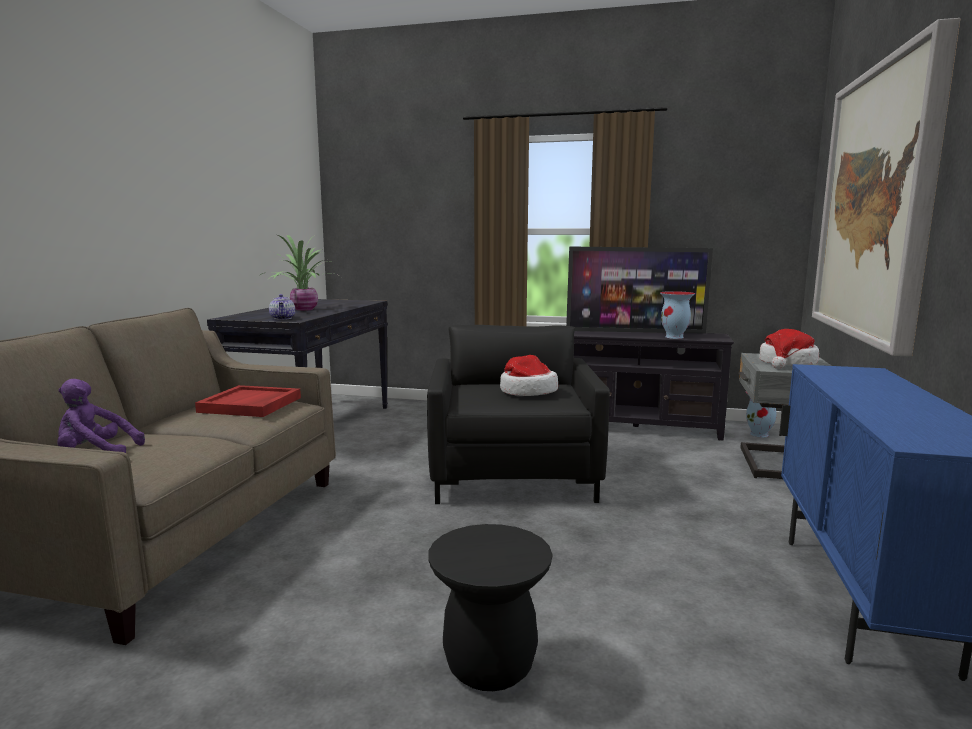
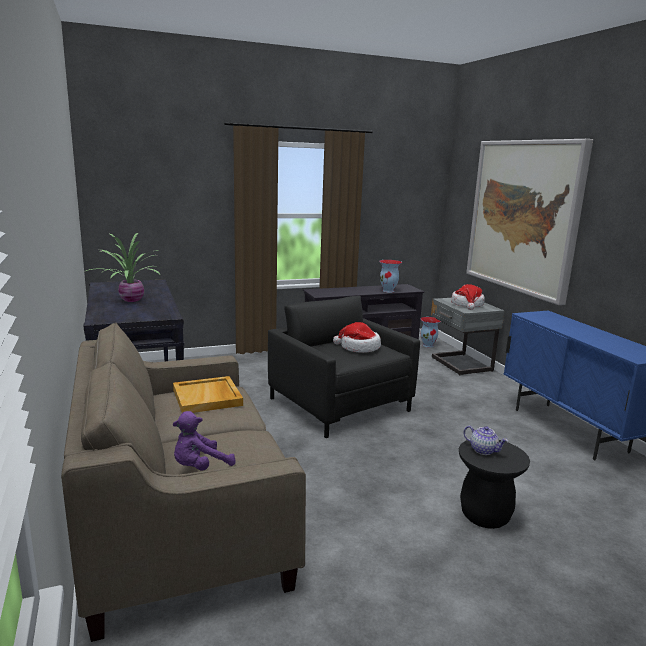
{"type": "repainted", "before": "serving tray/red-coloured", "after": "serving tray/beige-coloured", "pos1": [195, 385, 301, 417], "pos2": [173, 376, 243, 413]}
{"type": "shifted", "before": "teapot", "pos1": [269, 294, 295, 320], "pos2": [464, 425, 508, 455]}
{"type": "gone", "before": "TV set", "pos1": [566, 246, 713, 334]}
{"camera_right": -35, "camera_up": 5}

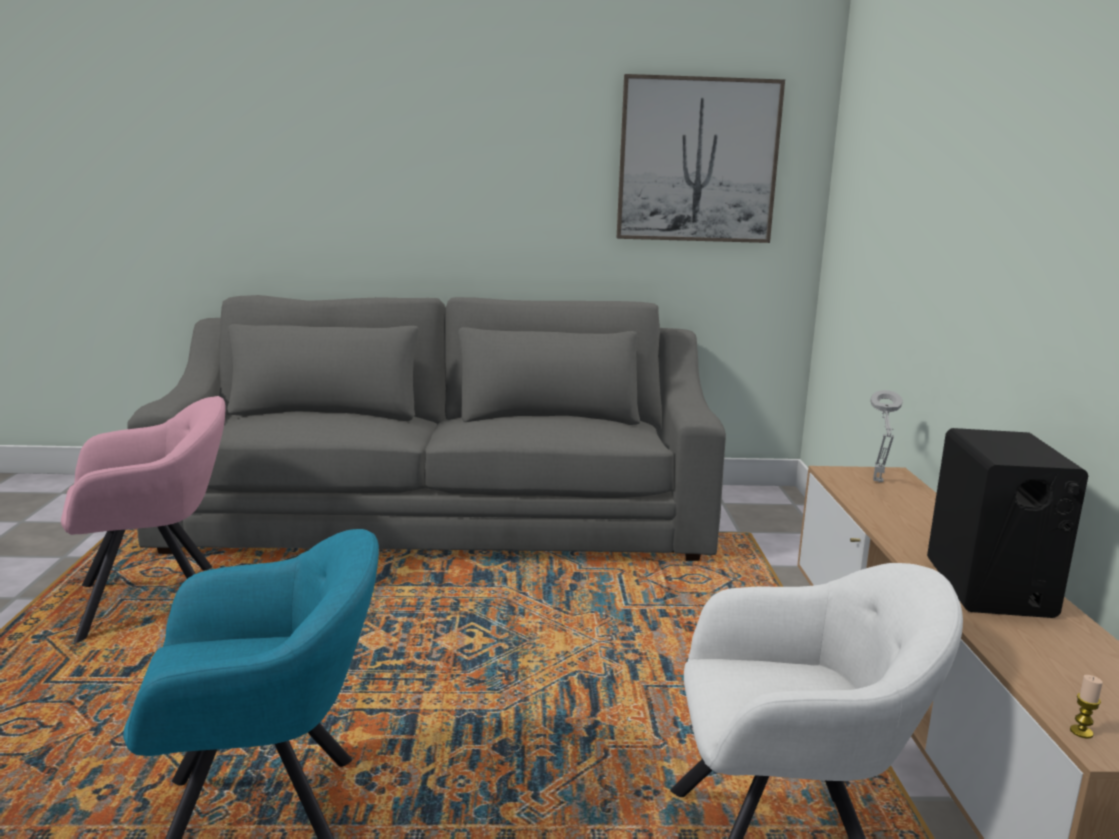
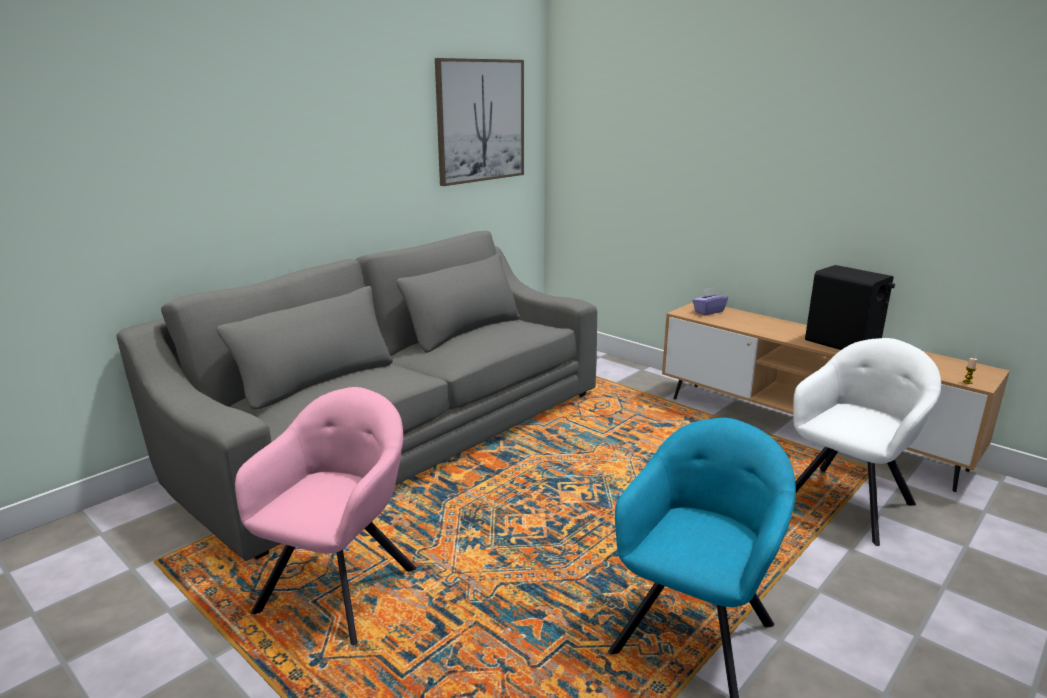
{"type": "swapped", "before": "lamp for a table/gray", "after": "tissue box/purple-coloured", "pos1": [870, 390, 903, 482], "pos2": [692, 287, 728, 315]}
{"camera_right": -45, "camera_up": 5}

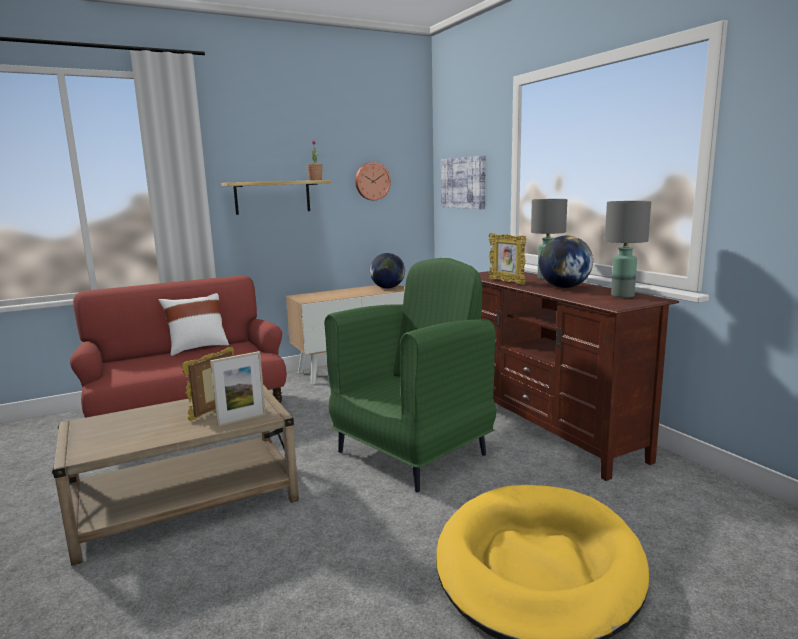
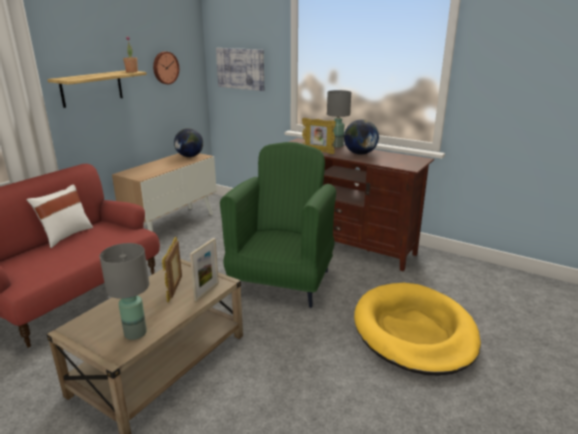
{"type": "shifted", "before": "lamp for a table/gray", "pos1": [605, 201, 651, 298], "pos2": [100, 243, 149, 340]}
{"camera_right": -30, "camera_up": 10}

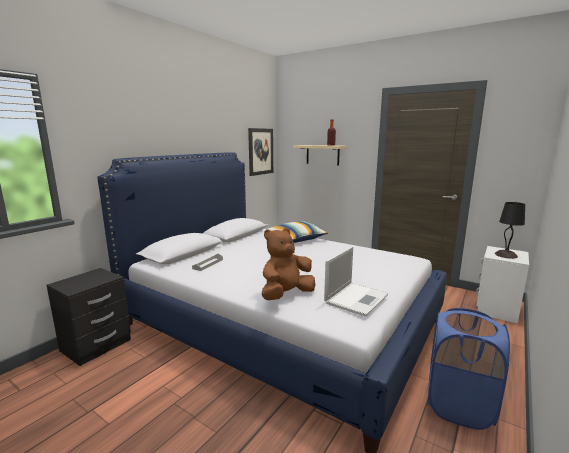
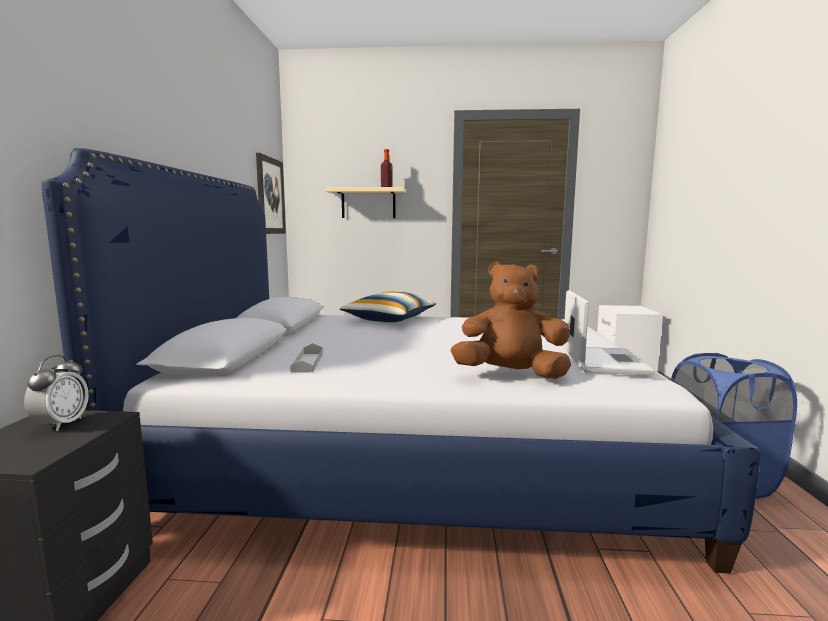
{"type": "new", "after": "bedside clock", "pos2": [24, 355, 89, 431]}
{"type": "rotated", "before": "soft toy/brown", "pos1": [262, 228, 315, 300], "pos2": [451, 262, 571, 379], "turn": 75}
{"type": "gone", "before": "lamp for a table/black", "pos1": [495, 201, 525, 259]}
{"camera_right": -30, "camera_up": -5}

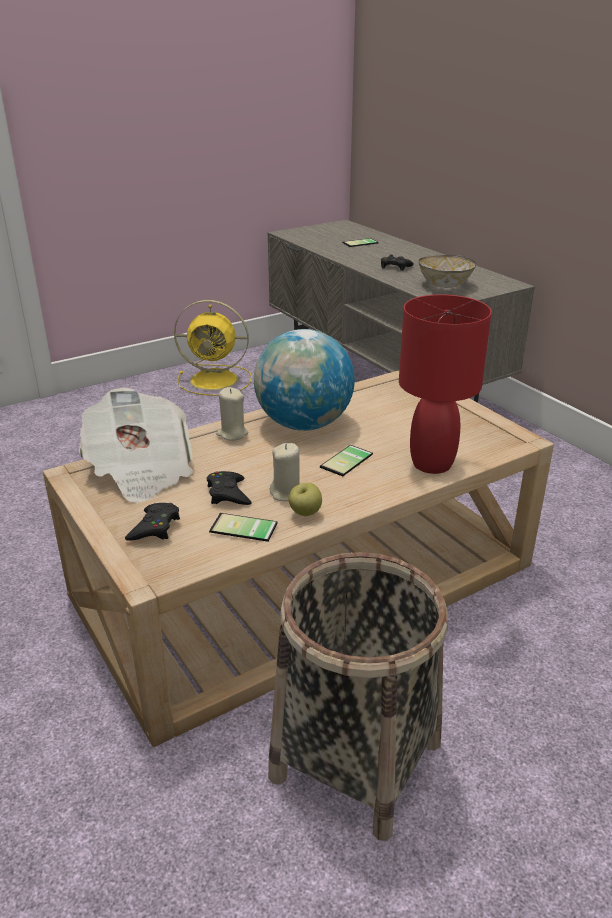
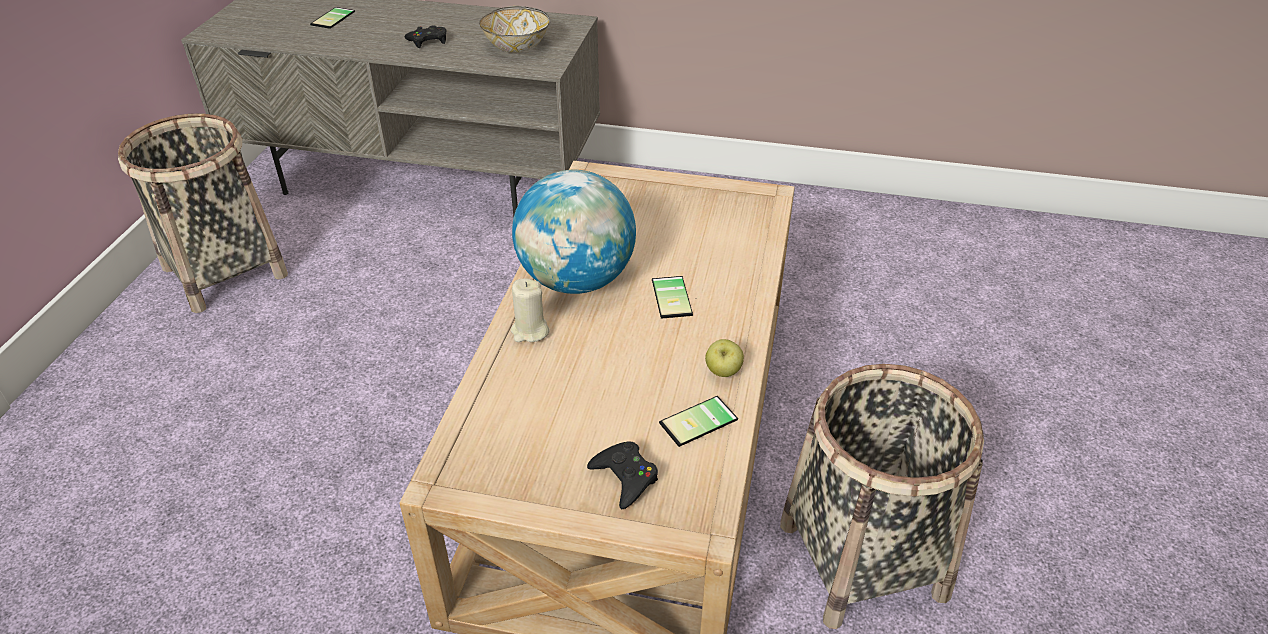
{"type": "swapped", "before": "electric fan/yellow", "after": "household basket", "pos1": [174, 300, 252, 396], "pos2": [118, 113, 288, 313]}
{"type": "gone", "before": "printed paper", "pos1": [79, 387, 193, 503]}
{"type": "gone", "before": "joypad/black", "pos1": [207, 471, 252, 505]}
{"type": "gone", "before": "wax candle/beige-coloured", "pos1": [270, 443, 300, 501]}
{"type": "gone", "before": "lamp for a table/red-coloured", "pos1": [399, 294, 492, 474]}
{"camera_right": -45, "camera_up": 10}

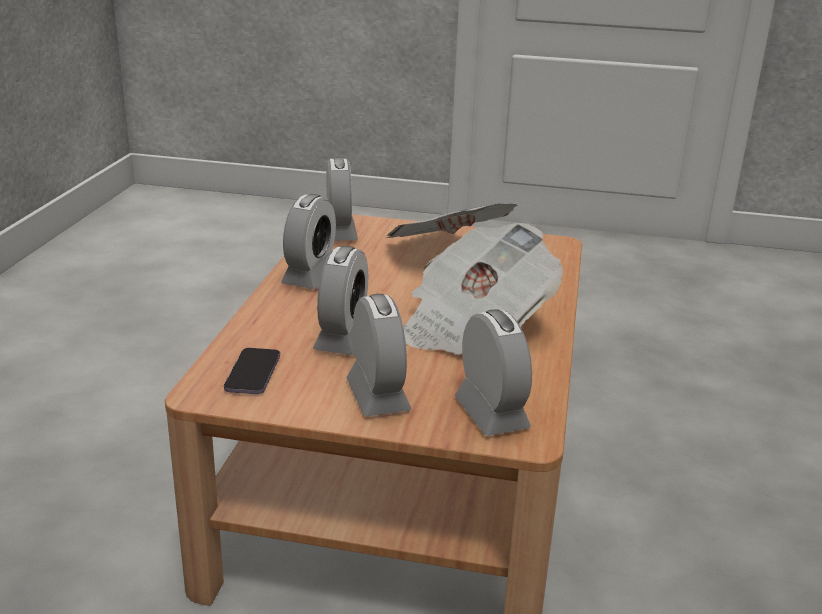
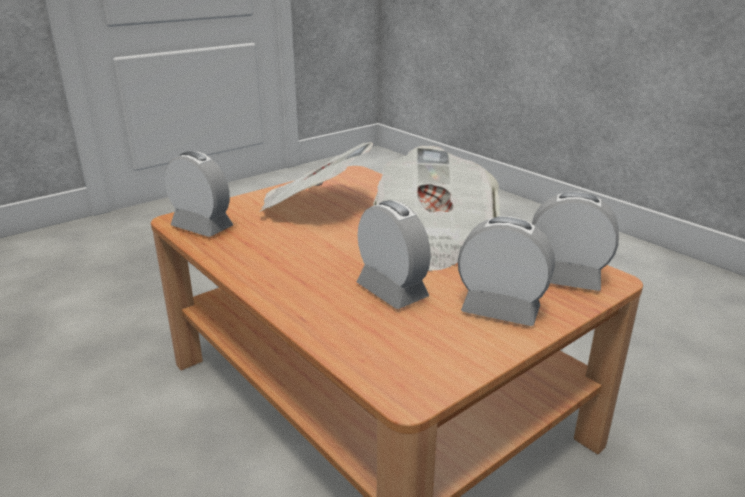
{"type": "gone", "before": "telephone", "pos1": [224, 348, 280, 394]}
{"type": "gone", "before": "bedside clock", "pos1": [281, 194, 336, 289]}
{"camera_right": -50, "camera_up": 0}

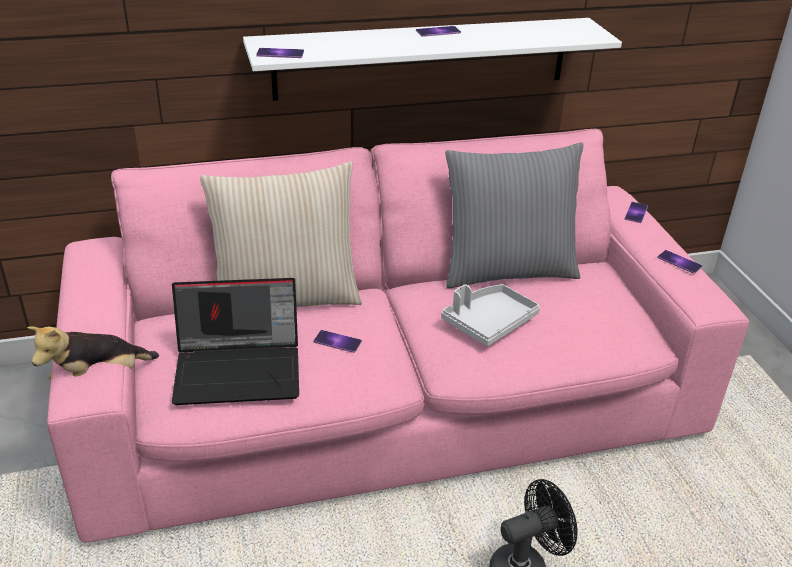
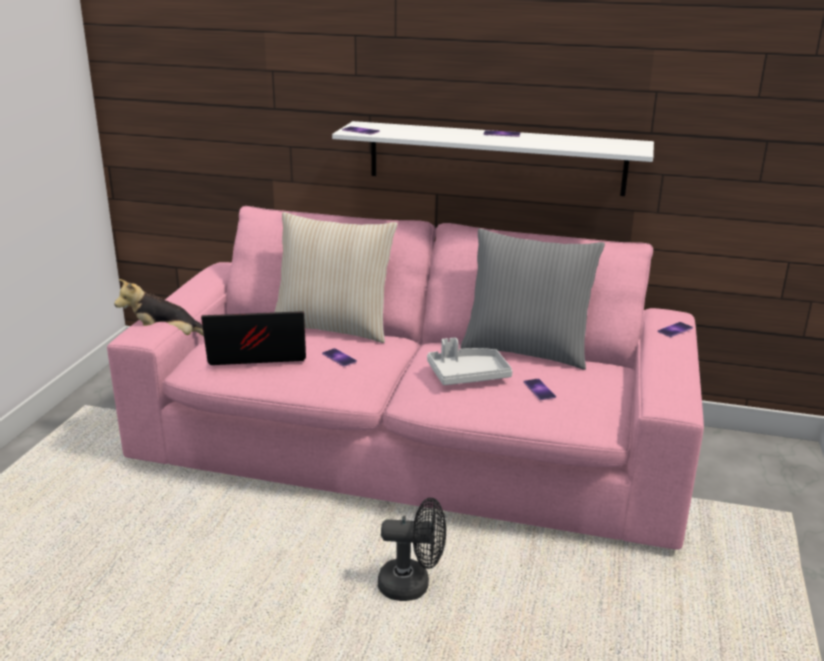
{"type": "rotated", "before": "portable computer", "pos1": [172, 278, 299, 405], "pos2": [201, 311, 306, 365], "turn": 150}
{"type": "shifted", "before": "telephone", "pos1": [657, 250, 702, 274], "pos2": [523, 379, 556, 400]}
{"camera_right": 30, "camera_up": -10}

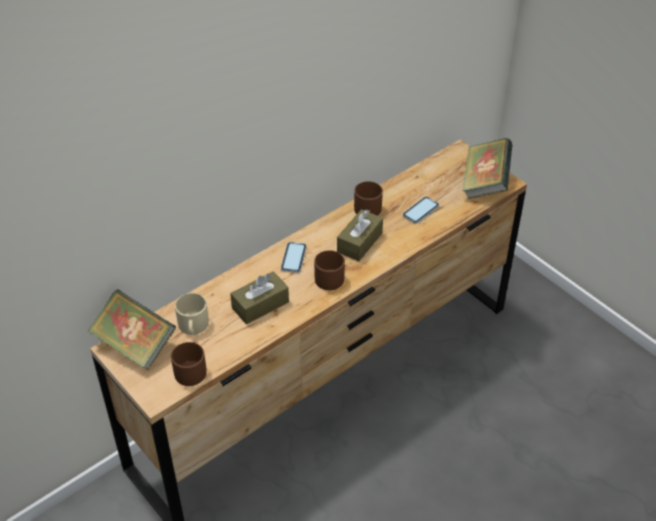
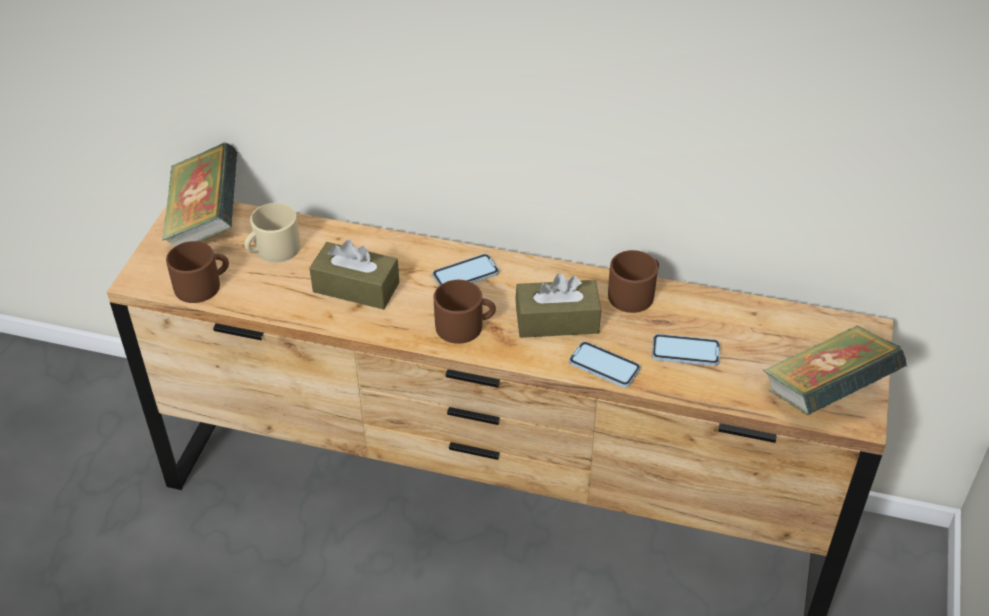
{"type": "new", "after": "telephone", "pos2": [569, 341, 641, 388]}
{"camera_right": 55, "camera_up": 0}

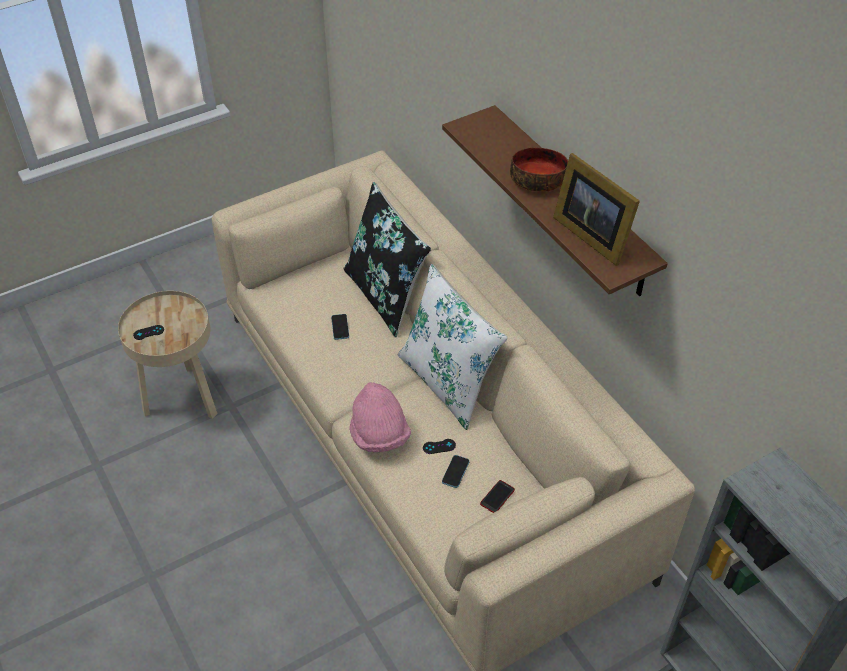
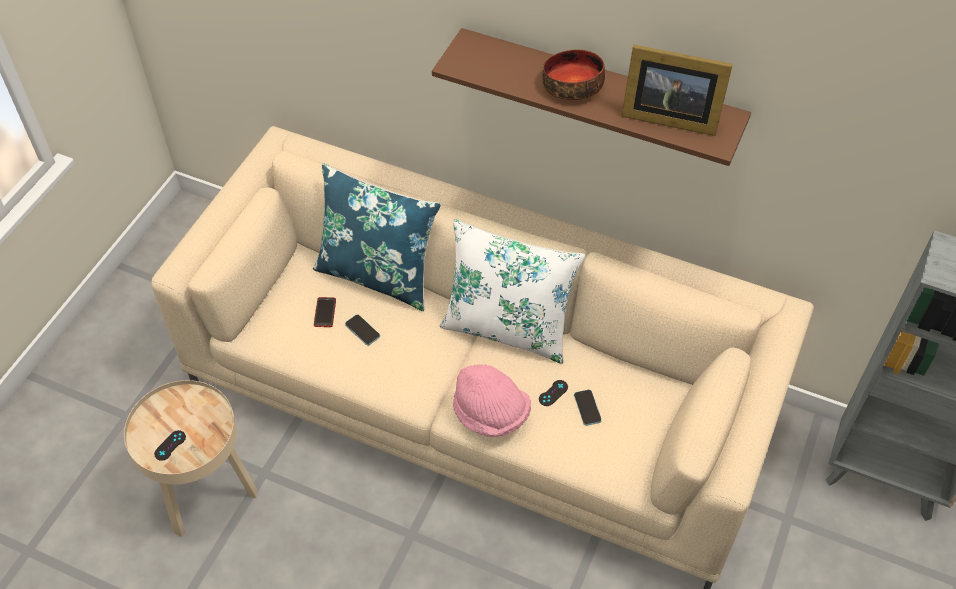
{"type": "repainted", "before": "throw pillow/black", "after": "throw pillow/blue-coloured", "pos1": [344, 182, 431, 337], "pos2": [313, 163, 441, 311]}
{"type": "shifted", "before": "telephone", "pos1": [480, 480, 515, 513], "pos2": [314, 297, 336, 327]}
{"camera_right": -35, "camera_up": 5}

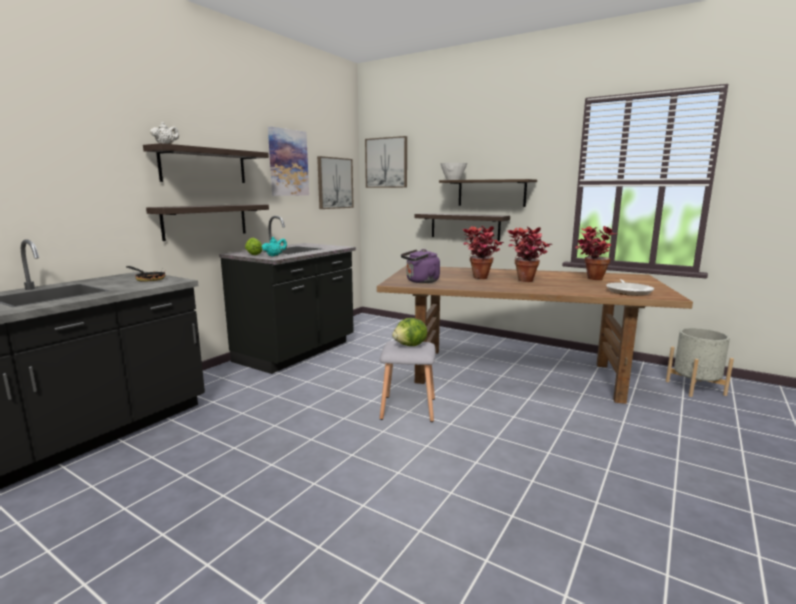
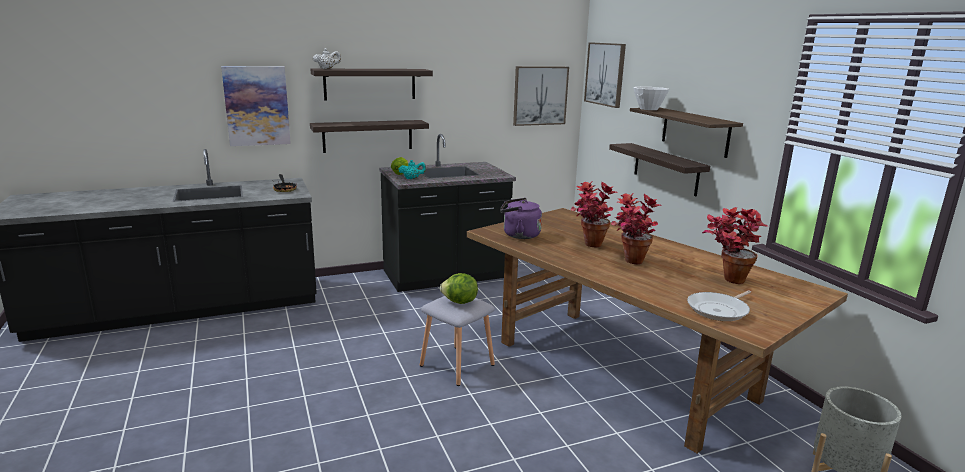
{"type": "shifted", "before": "wall picture", "pos1": [268, 127, 309, 196], "pos2": [221, 66, 291, 146]}
{"camera_right": 35, "camera_up": 5}

